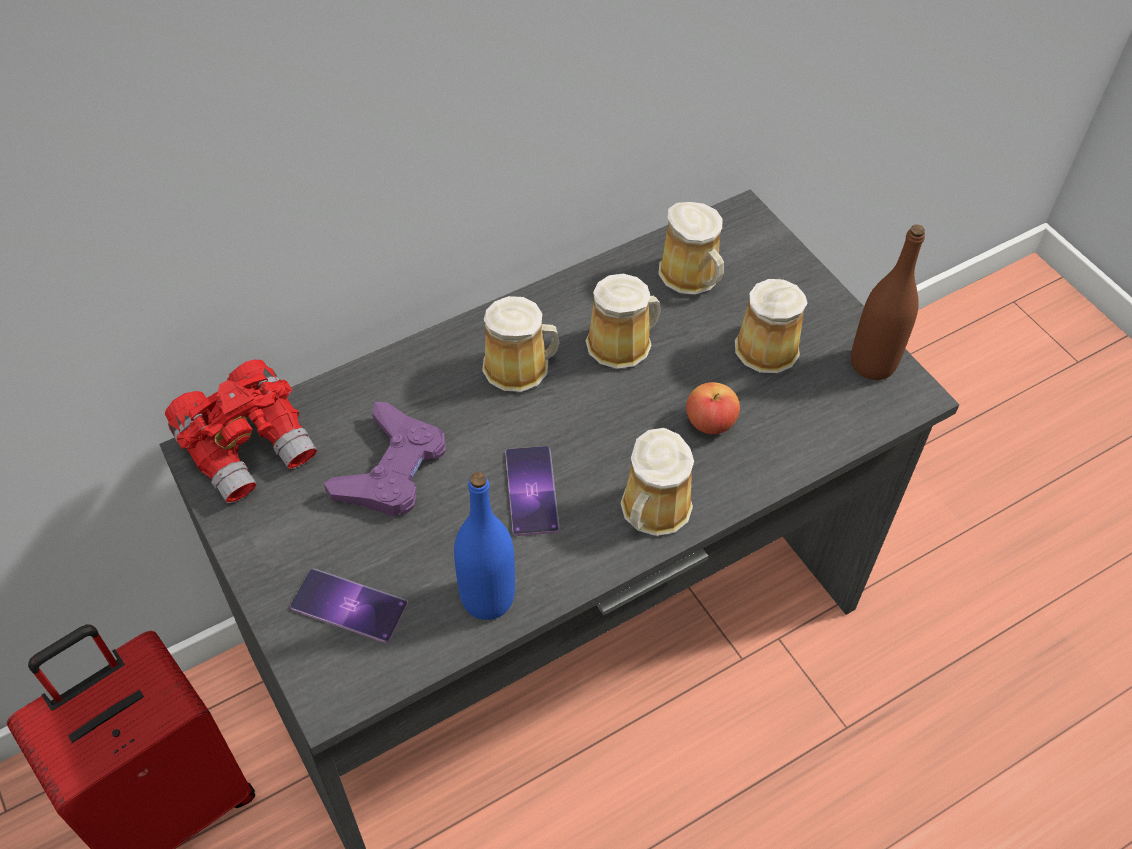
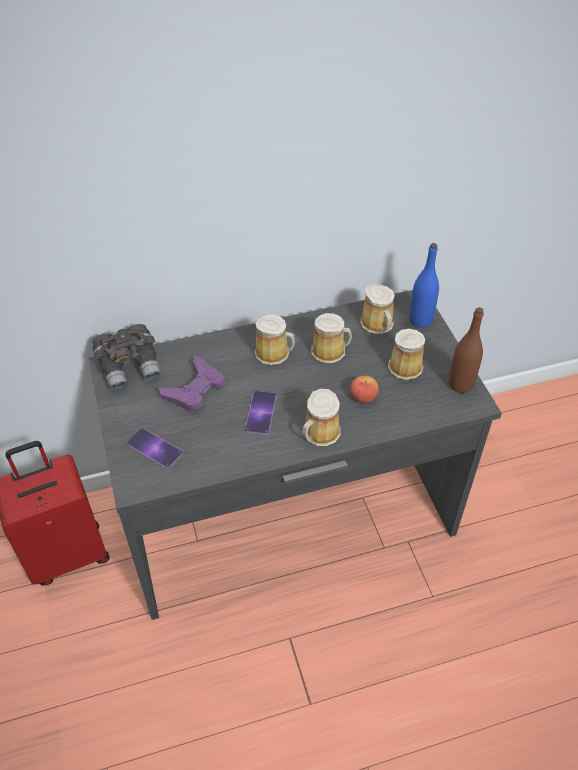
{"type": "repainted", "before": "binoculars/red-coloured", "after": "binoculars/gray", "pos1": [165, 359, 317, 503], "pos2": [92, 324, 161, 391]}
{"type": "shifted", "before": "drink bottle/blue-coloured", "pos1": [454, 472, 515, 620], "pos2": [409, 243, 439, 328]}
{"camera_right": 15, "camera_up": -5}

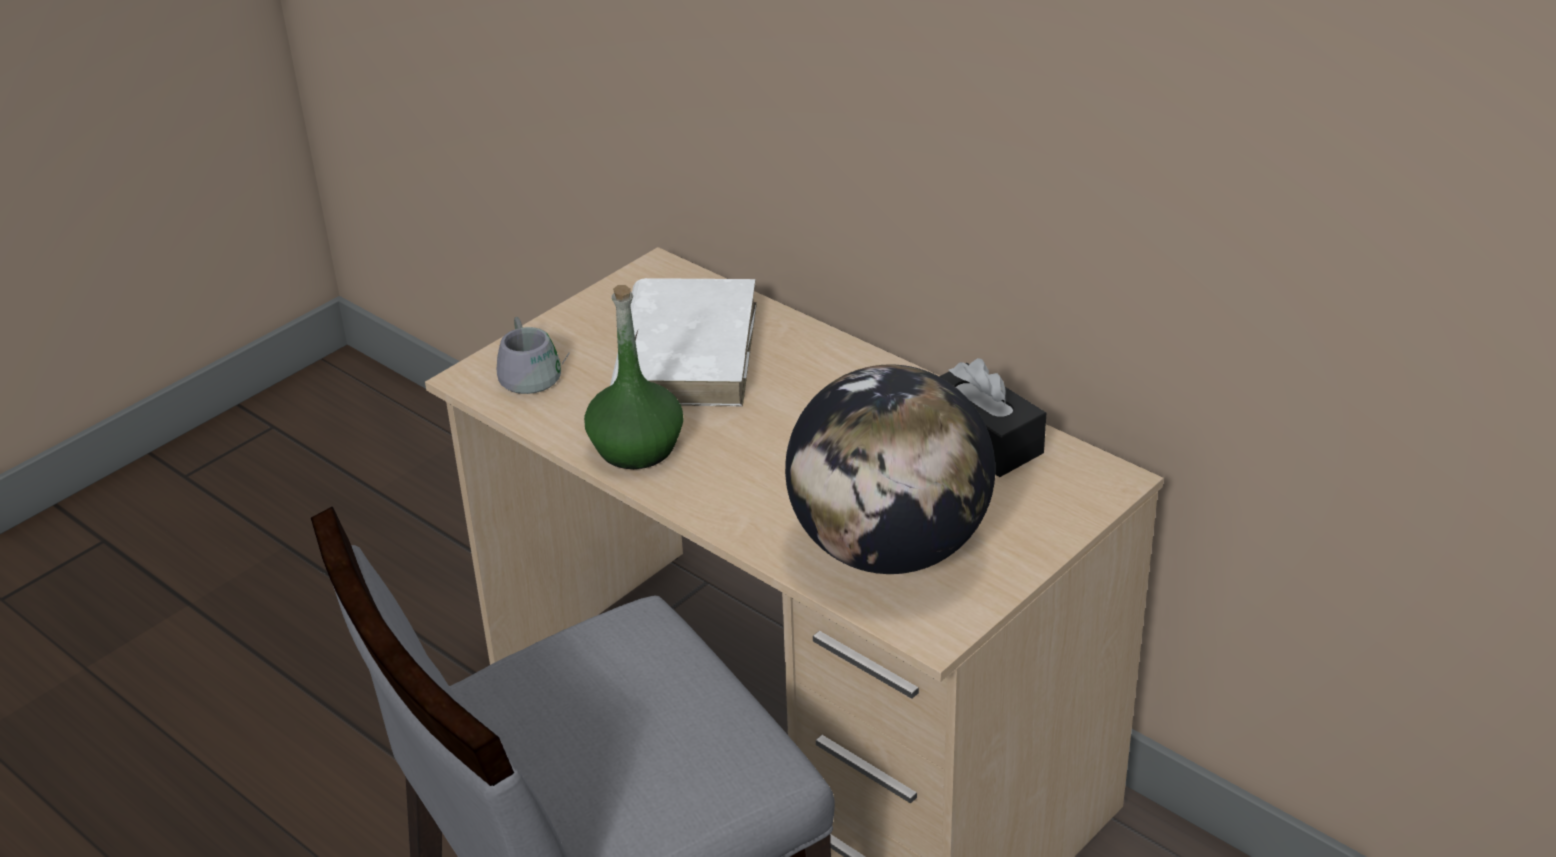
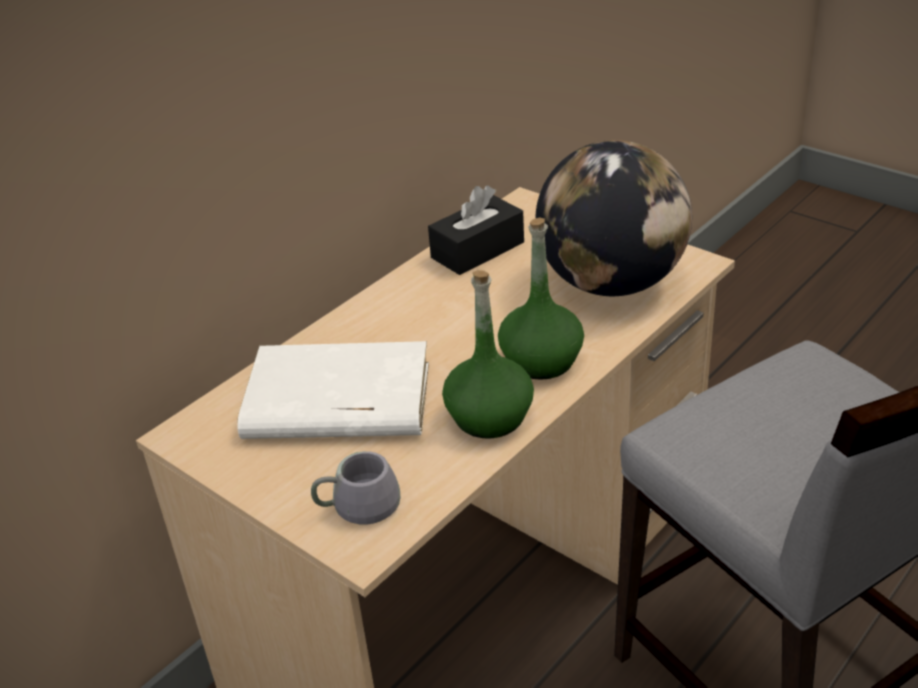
{"type": "new", "after": "drink bottle/green-coloured", "pos2": [498, 217, 584, 380]}
{"camera_right": -90, "camera_up": 0}

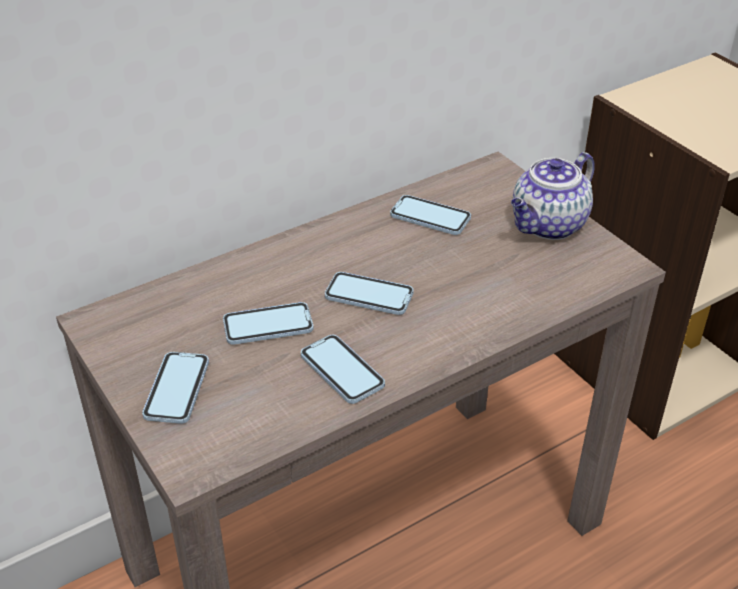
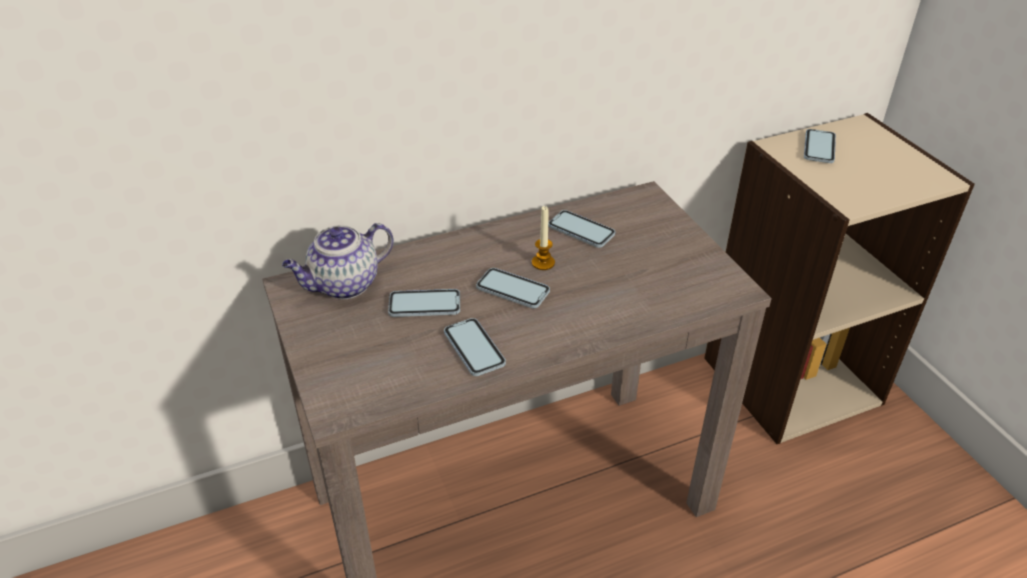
{"type": "shifted", "before": "teapot", "pos1": [511, 152, 595, 240], "pos2": [282, 223, 394, 299]}
{"type": "new", "after": "wax candle", "pos2": [532, 206, 555, 270]}
{"type": "shifted", "before": "telephone", "pos1": [142, 352, 209, 424], "pos2": [804, 129, 836, 163]}
{"camera_right": 10, "camera_up": 0}

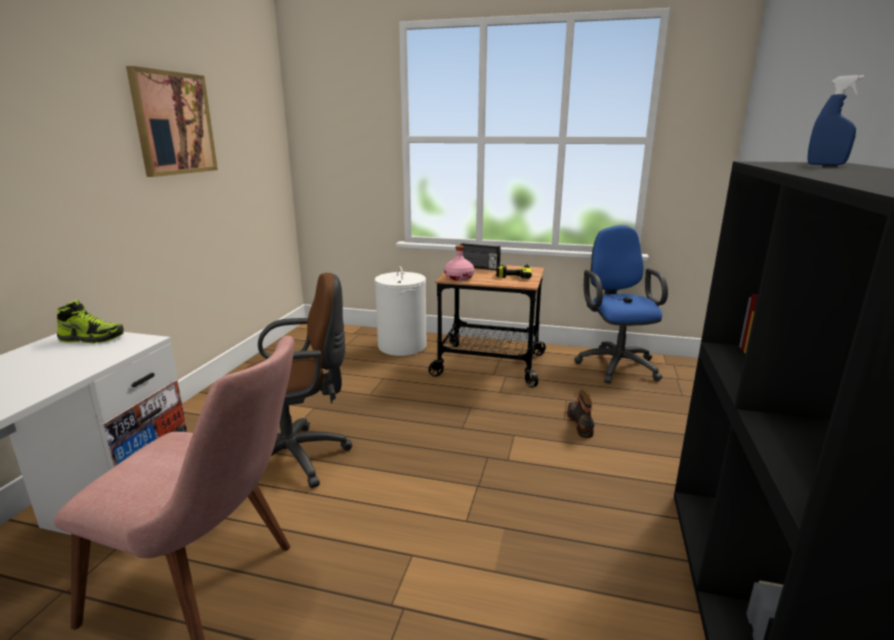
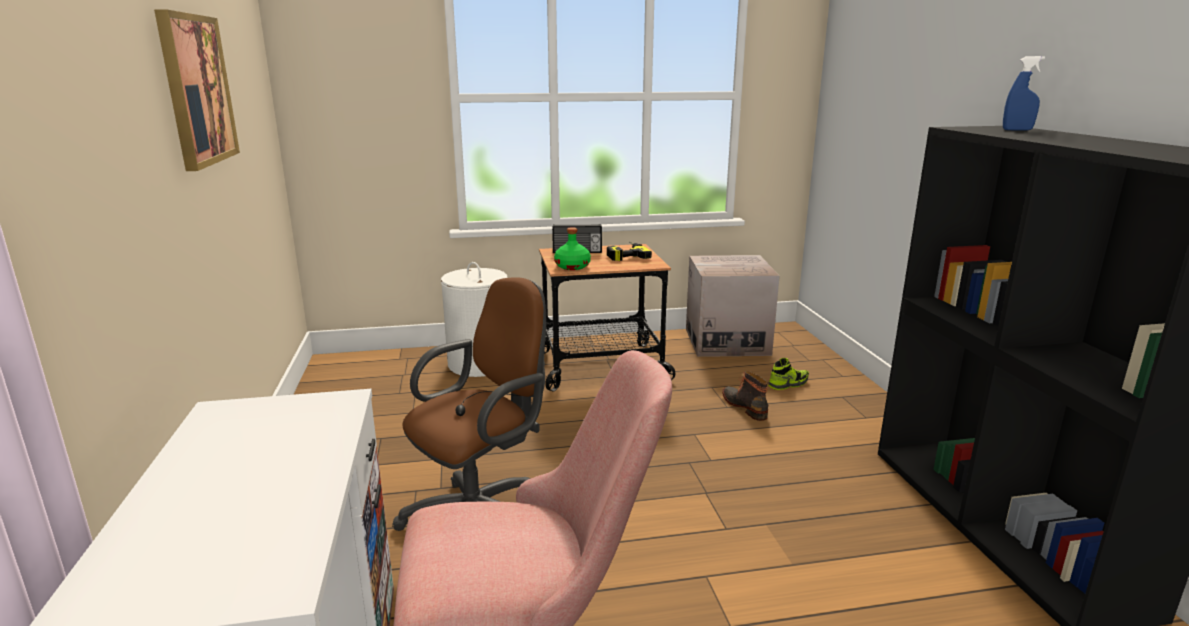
{"type": "repainted", "before": "drink bottle/pinkish", "after": "drink bottle/green-coloured", "pos1": [444, 245, 474, 281], "pos2": [554, 227, 591, 270]}
{"type": "swapped", "before": "office chair/blue-coloured", "after": "packing box", "pos1": [574, 225, 668, 384], "pos2": [686, 255, 780, 357]}
{"type": "shifted", "before": "low shoe", "pos1": [57, 300, 124, 344], "pos2": [768, 358, 809, 390]}
{"camera_right": -25, "camera_up": 0}

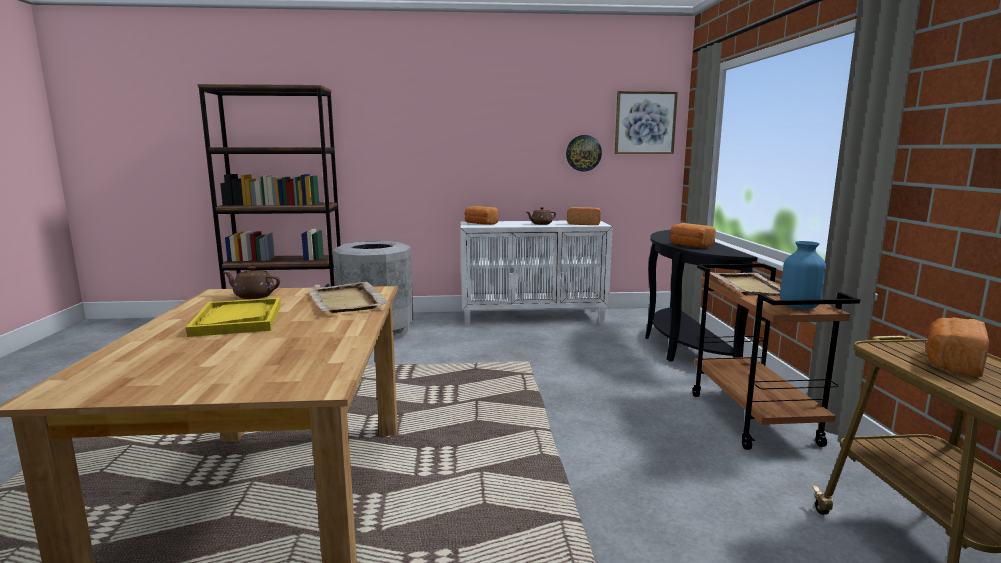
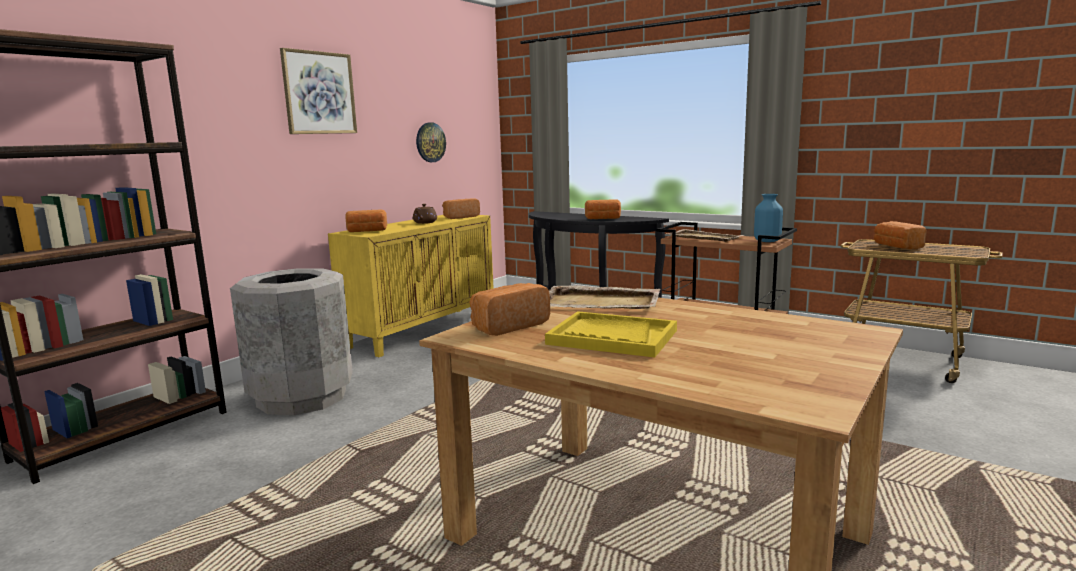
{"type": "shifted", "before": "wall picture", "pos1": [615, 91, 678, 154], "pos2": [280, 48, 357, 134]}
{"type": "repainted", "before": "cupboard/white", "after": "cupboard/yellow", "pos1": [461, 220, 612, 326], "pos2": [328, 215, 494, 357]}
{"type": "swapped", "before": "teapot/brown", "after": "bread", "pos1": [223, 266, 280, 299], "pos2": [470, 283, 550, 336]}
{"camera_right": -50, "camera_up": 0}

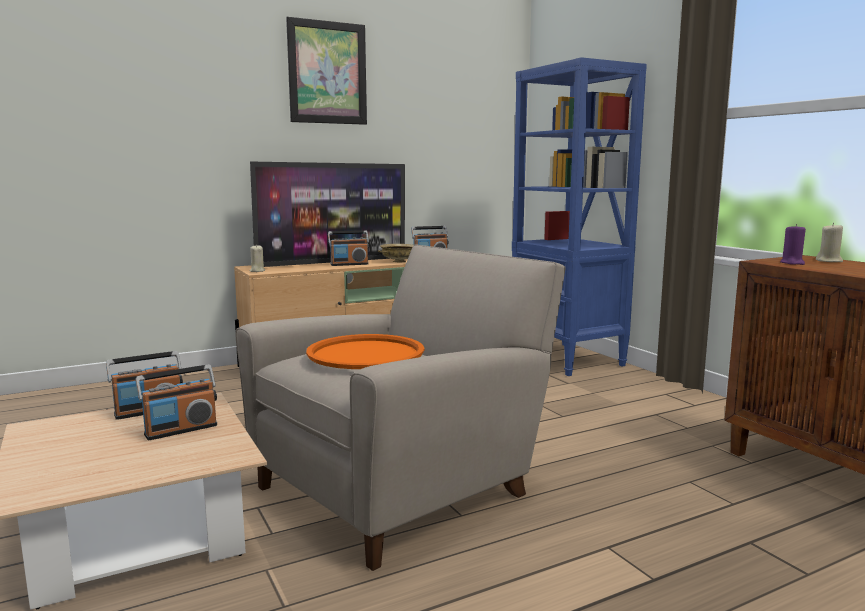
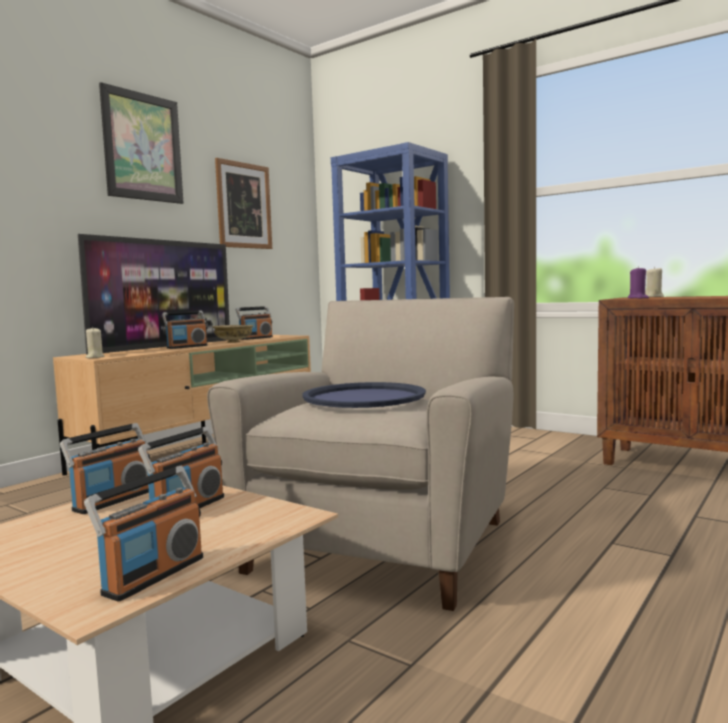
{"type": "new", "after": "radio receiver", "pos2": [84, 466, 203, 602]}
{"type": "new", "after": "wall picture", "pos2": [215, 158, 272, 249]}
{"type": "repainted", "before": "serving tray/orange-coloured", "after": "serving tray/blue-coloured", "pos1": [306, 334, 424, 369], "pos2": [302, 382, 426, 408]}
{"camera_right": -25, "camera_up": -5}

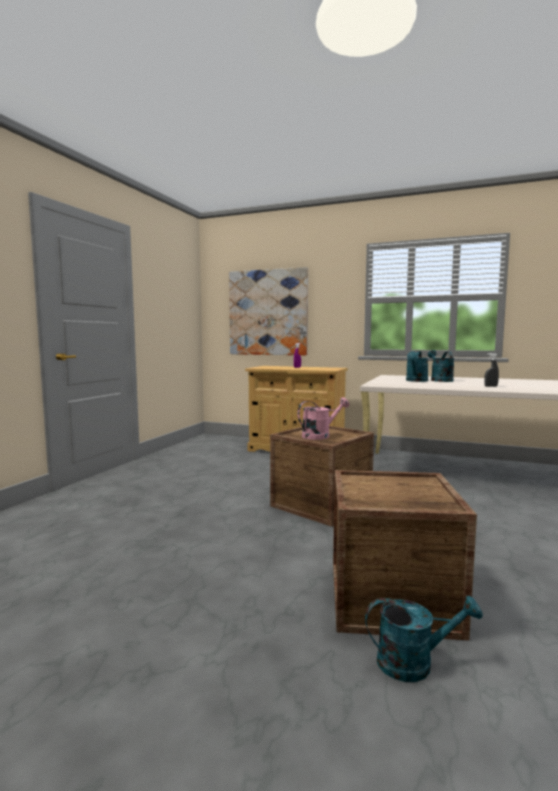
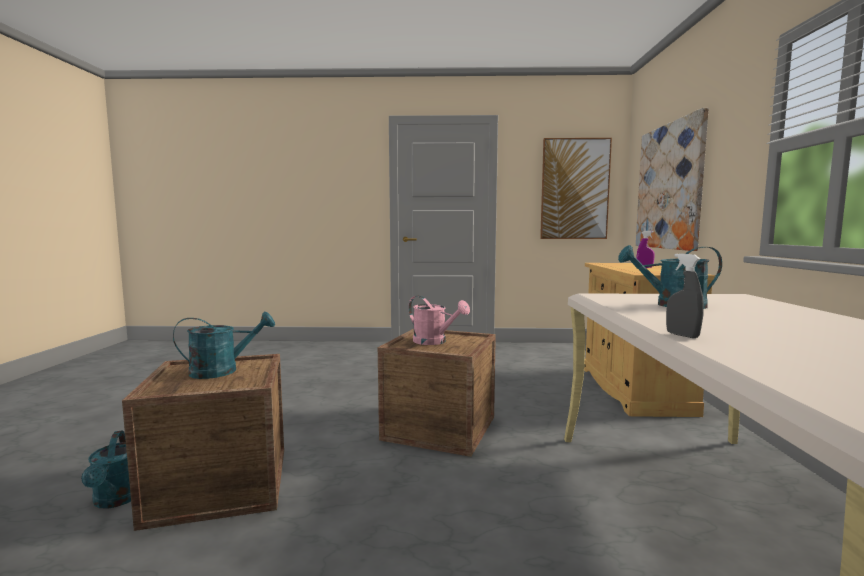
{"type": "shifted", "before": "watering pot/turquoise-coloured", "pos1": [428, 350, 454, 382], "pos2": [173, 312, 275, 379]}
{"type": "new", "after": "wall picture", "pos2": [540, 138, 612, 239]}
{"camera_right": 70, "camera_up": 0}

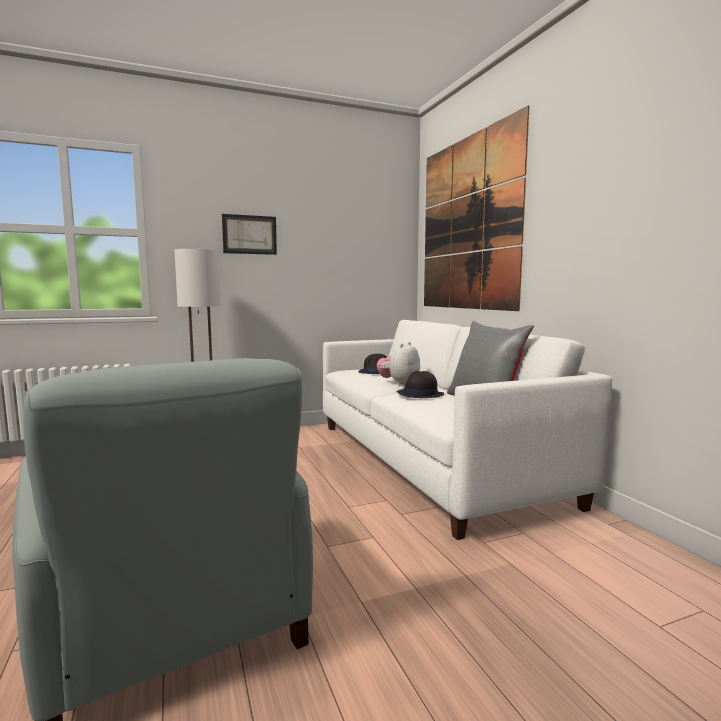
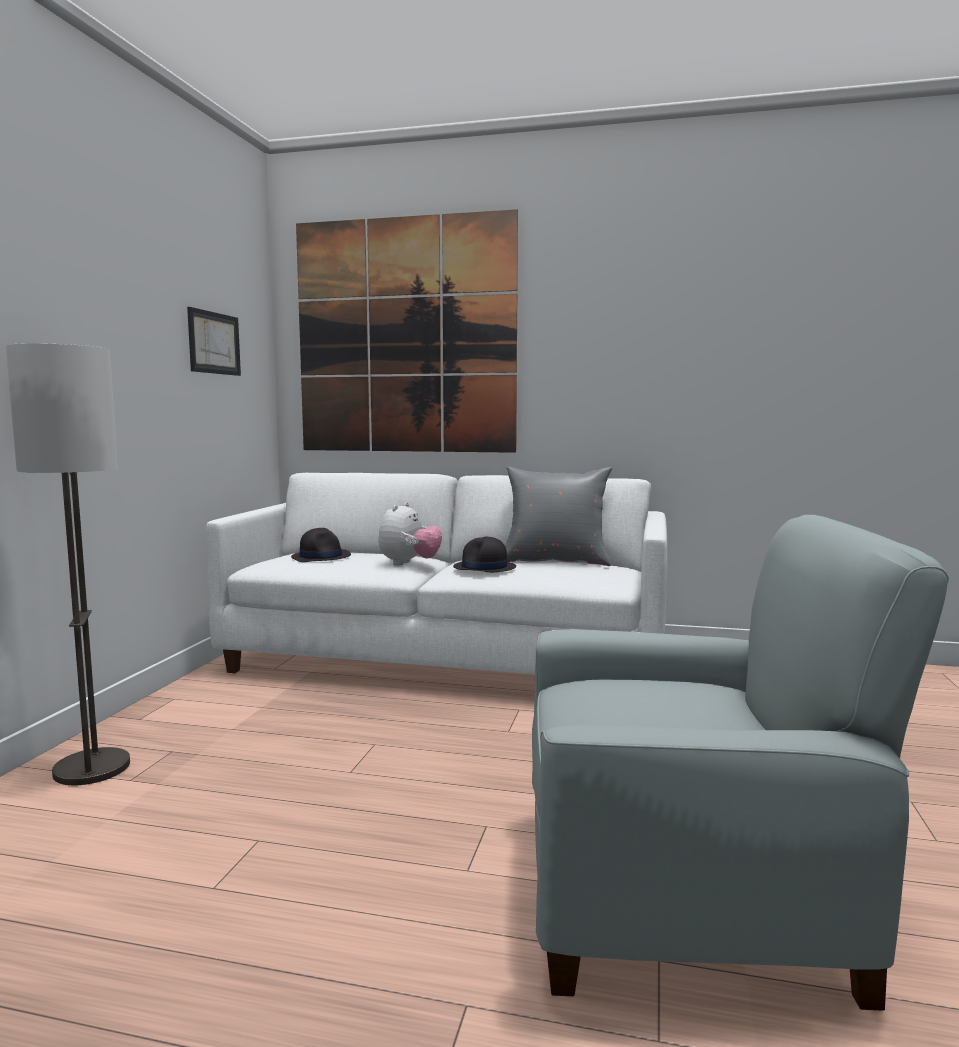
{"type": "shifted", "before": "wall picture", "pos1": [222, 214, 277, 255], "pos2": [187, 307, 241, 376]}
{"type": "rotated", "before": "soft toy", "pos1": [377, 342, 420, 386], "pos2": [378, 502, 442, 566], "turn": -135}
{"camera_right": -55, "camera_up": 0}

